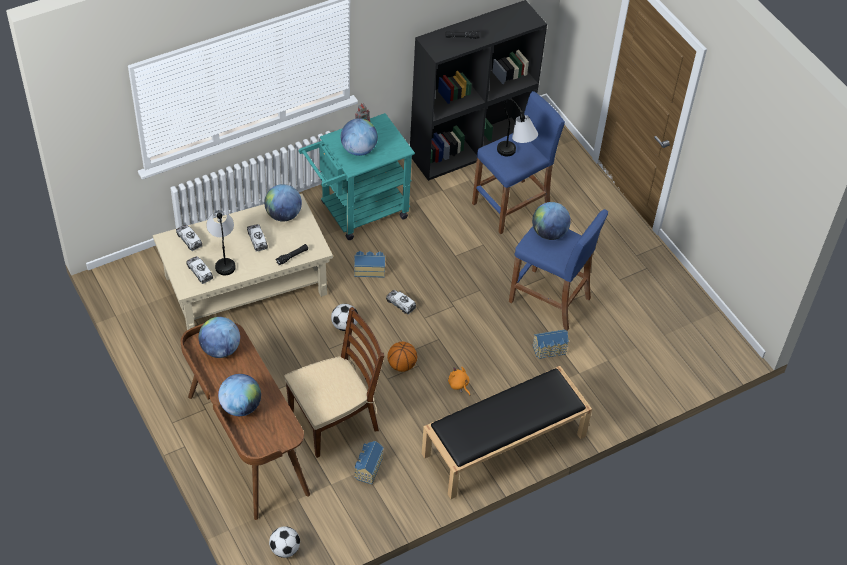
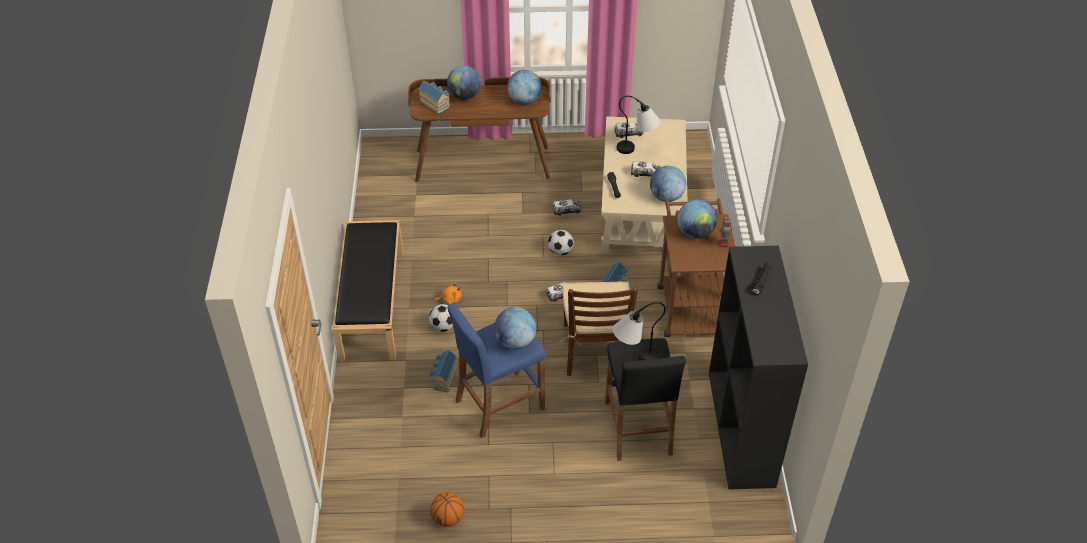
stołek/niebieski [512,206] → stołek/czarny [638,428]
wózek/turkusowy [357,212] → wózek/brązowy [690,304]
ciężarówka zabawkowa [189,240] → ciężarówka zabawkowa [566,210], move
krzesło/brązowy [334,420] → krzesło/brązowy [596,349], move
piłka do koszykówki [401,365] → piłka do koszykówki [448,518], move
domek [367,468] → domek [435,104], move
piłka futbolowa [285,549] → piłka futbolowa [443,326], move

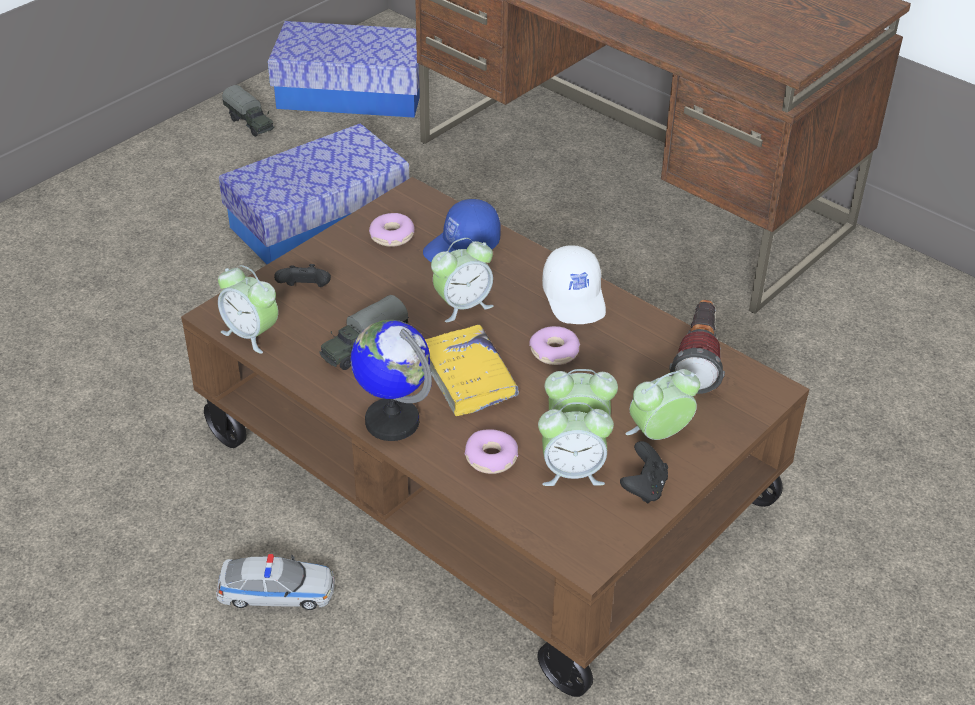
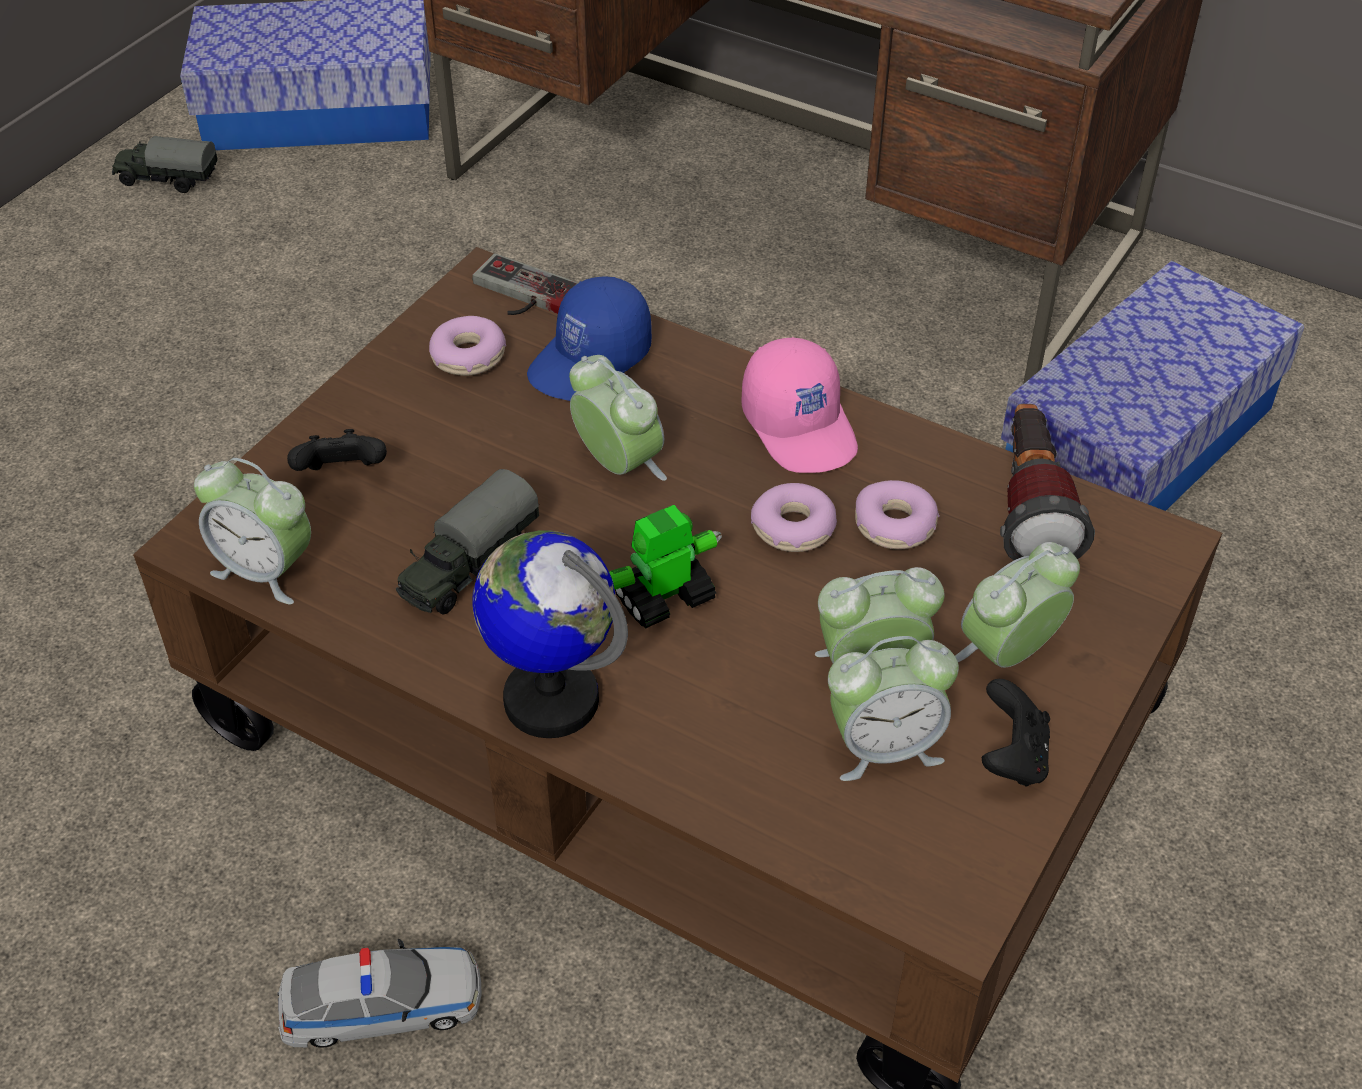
ciężarówka zabawkowa [250,123] → ciężarówka zabawkowa [167,180], 150 degrees clockwise
pojemnik do przechowywania [318,220] → pojemnik do przechowywania [1138,441], move
budzik [462,305] → budzik [618,465], 90 degrees counterclockwise
czapka z daszkiem/biały [575,298] → czapka z daszkiem/różowy [801,426]
książka/żółty [468,378] → robot zabawkowy [662,597]
donut [491,458] → donut [895,526], move
- → pad do gier [520,294]

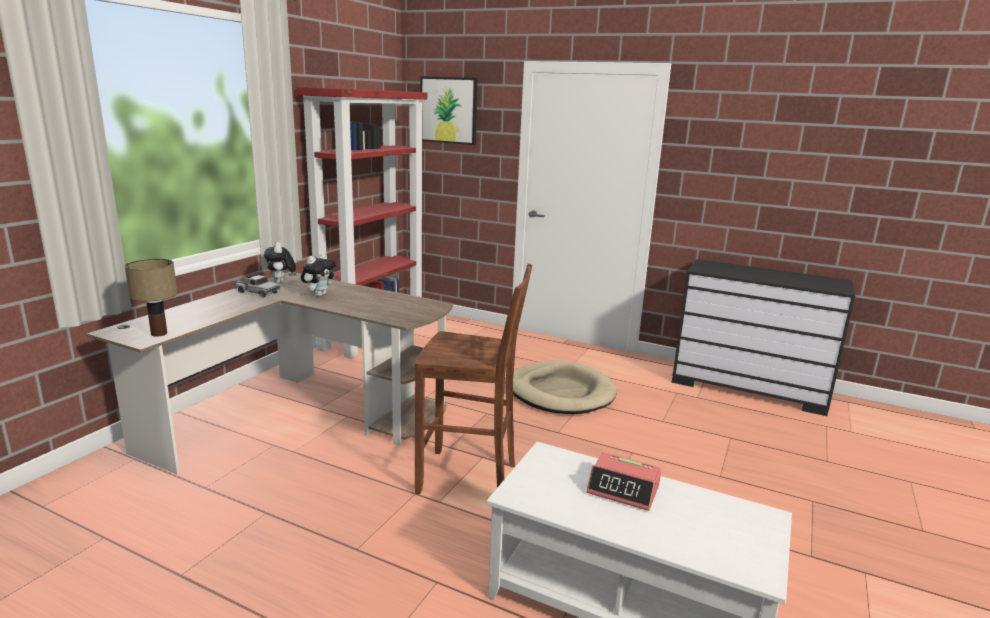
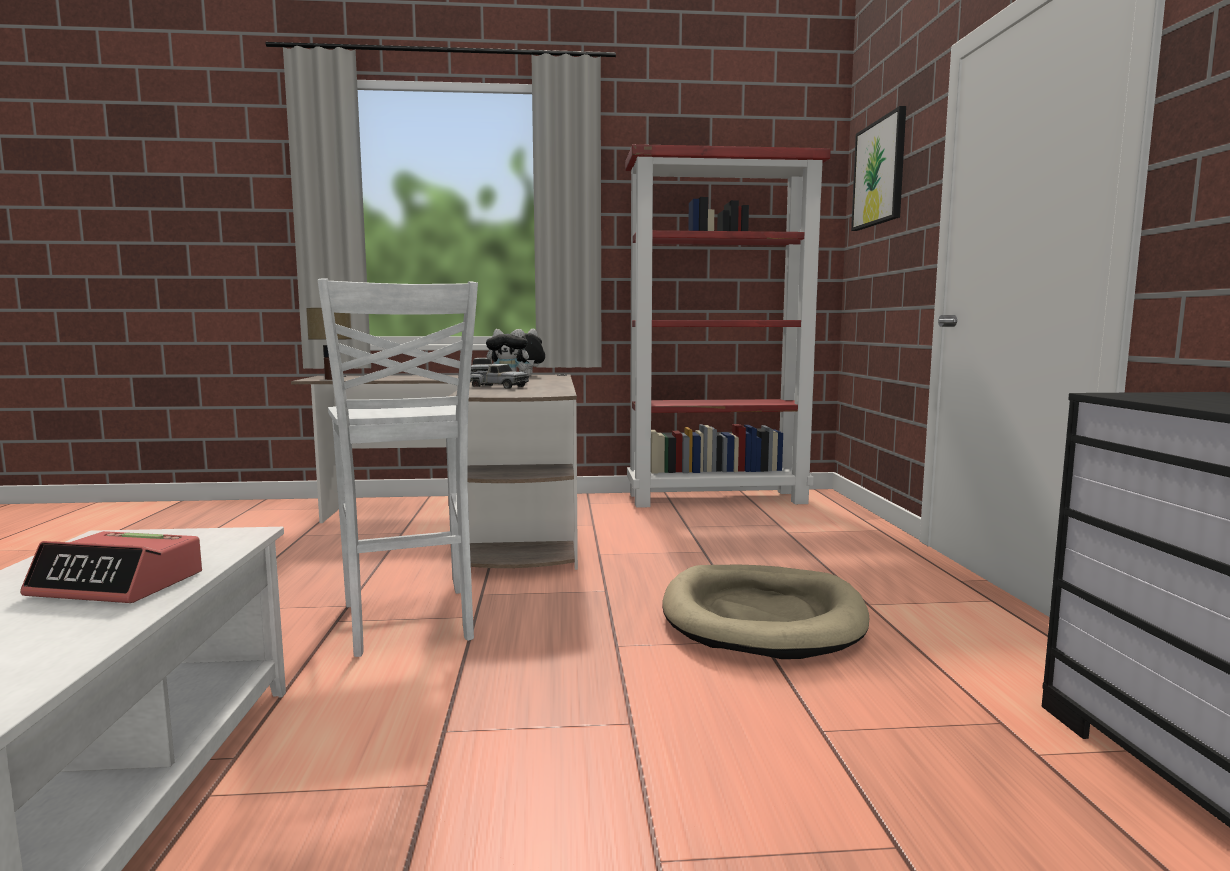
stołek/brązowy [470,478] → stołek/biały [409,623]
budzik [623,489] → budzik [118,584], 75 degrees counterclockwise
- → ciężarówka zabawkowa [496,387]

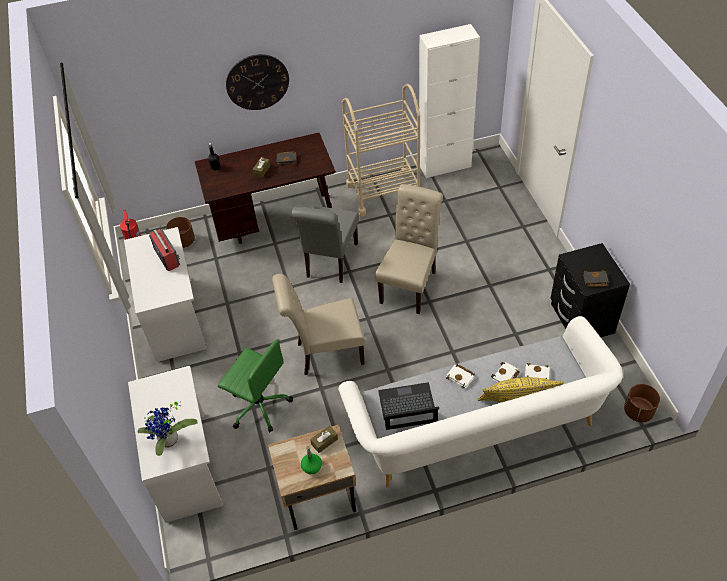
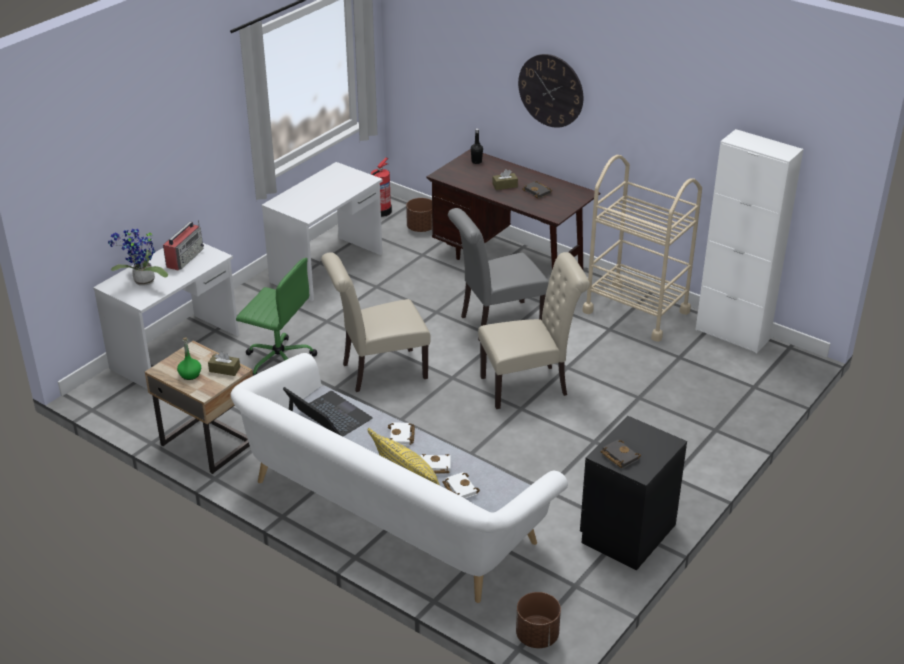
radio [166,256] → radio [185,257], move
krzesło/beżowy [325,354] → krzesło/beżowy [378,371], 60 degrees counterclockwise
krzesło biurowe/zielony [259,405] → krzesło biurowe/zielony [278,361], 60 degrees counterclockwise

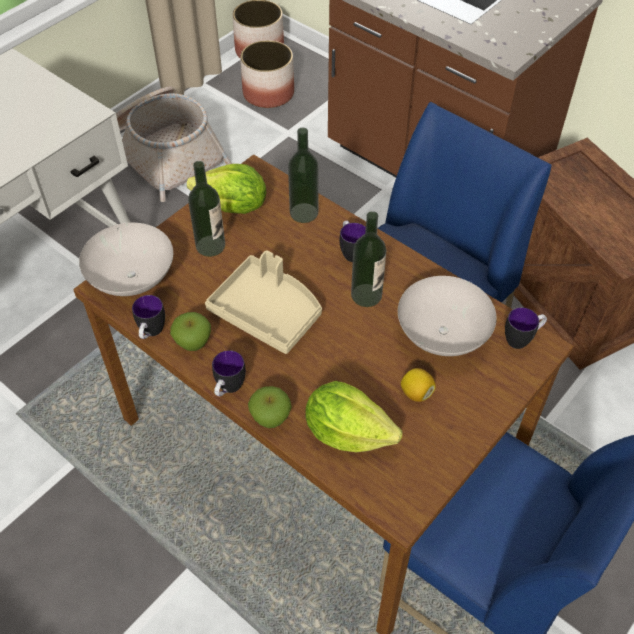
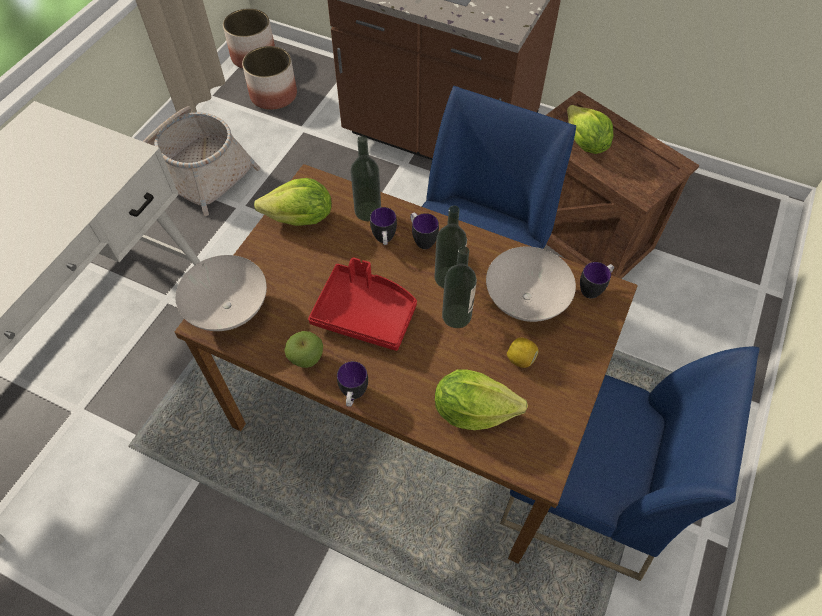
butelka [210,246] → butelka [456,316], move
taca/beżowy [267,312] → taca/czerwony [365,313]
kubek [151,333] → kubek [384,241], move
jabłko [270,418] → -
- → sałata [585,144]

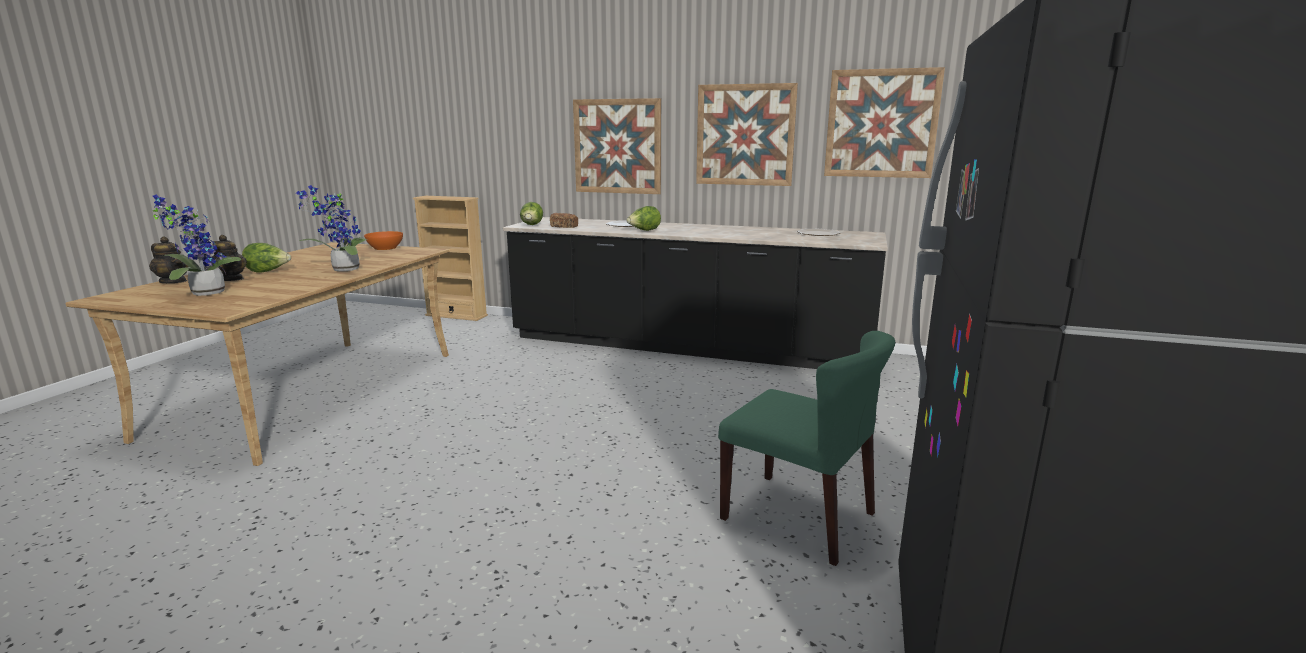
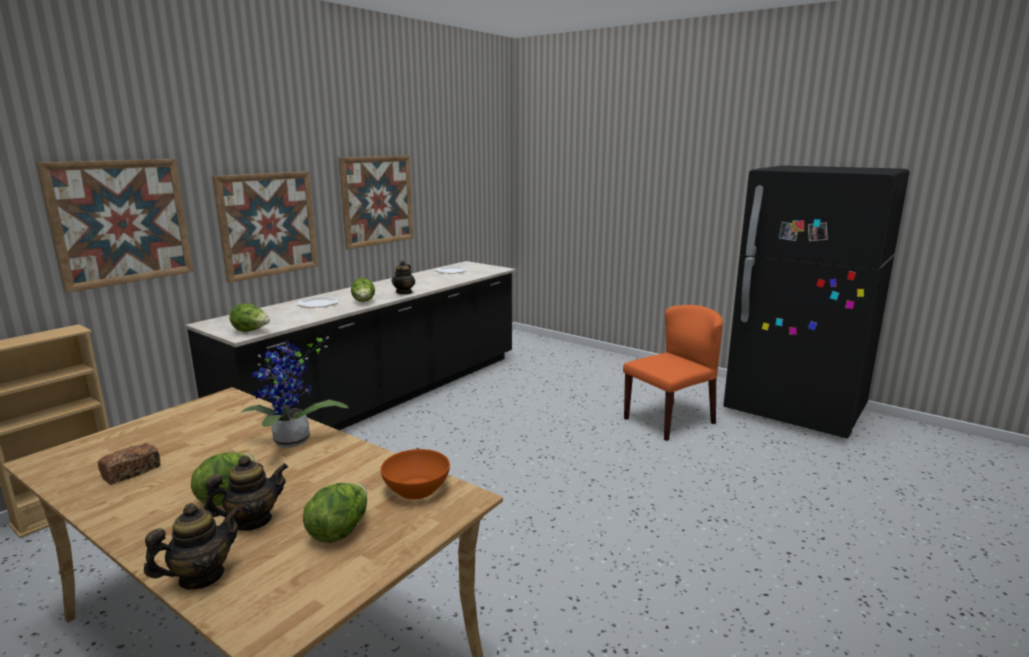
obraz [881,124] → obraz [121,222], move
roślina doniczkowa [204,293] → sałata [340,530]
chleb [564,226] → chleb [131,472], move
miska/pomarańczowy [385,248] → miska/pomarańczowy [417,489], move
krzesło/zielony [799,516] → krzesło/pomarańczowy [669,420]
- → imbryk [404,292]

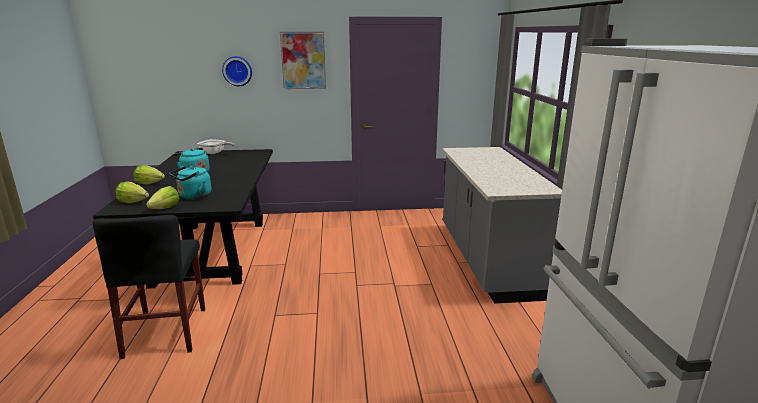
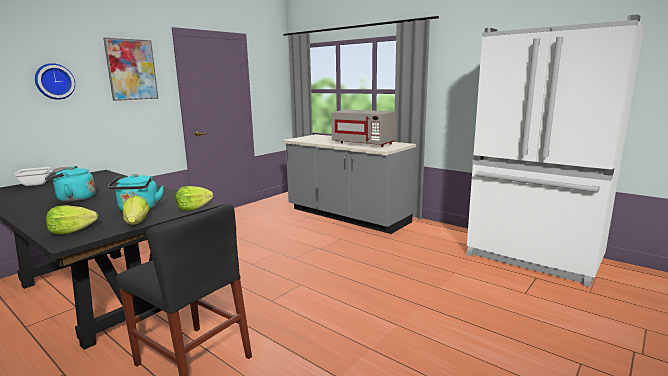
sałata [149,183] → sałata [193,208], move
- → mikrofalówka/szary [363,144]

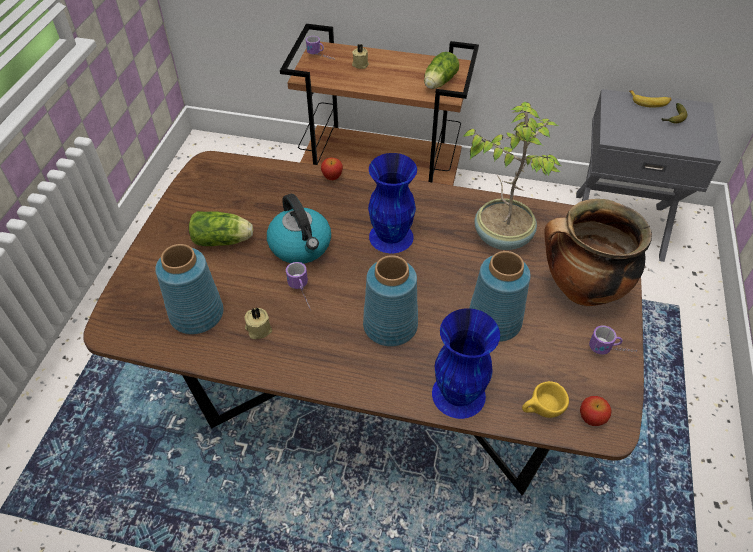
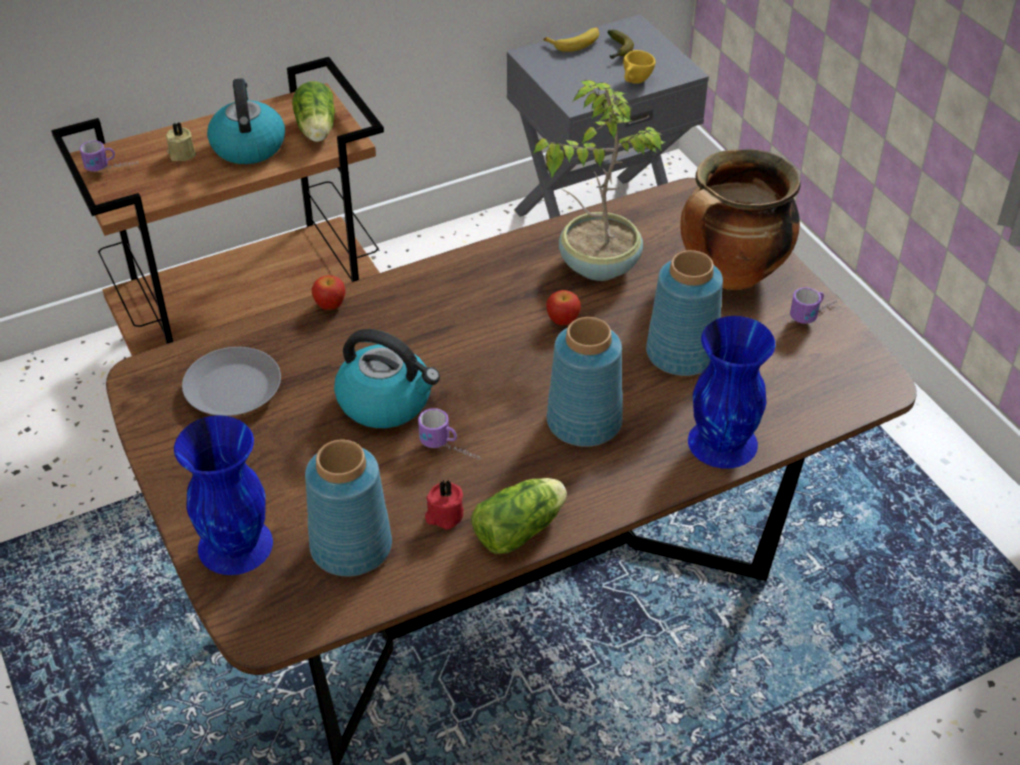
wazon/niebieski [392,236] → wazon/niebieski [236,544], move
sałata [224,240] → sałata [522,529], move
świeca/beżowy [258,329] → świeca/czerwony [444,515]
filiżanka/żółty [540,412] → filiżanka/żółty [635,82], move
jabłko [591,418] → jabłko [562,320], move
- → czajnik [248,145]
- → talerz/szary [232,389]

